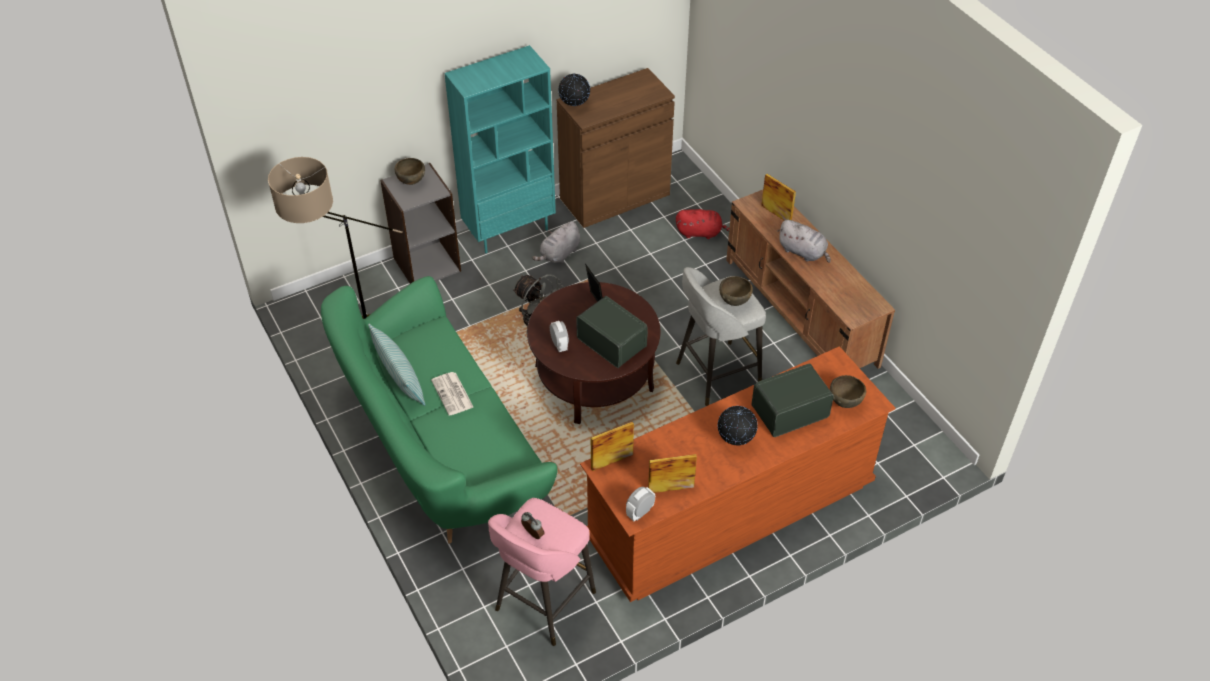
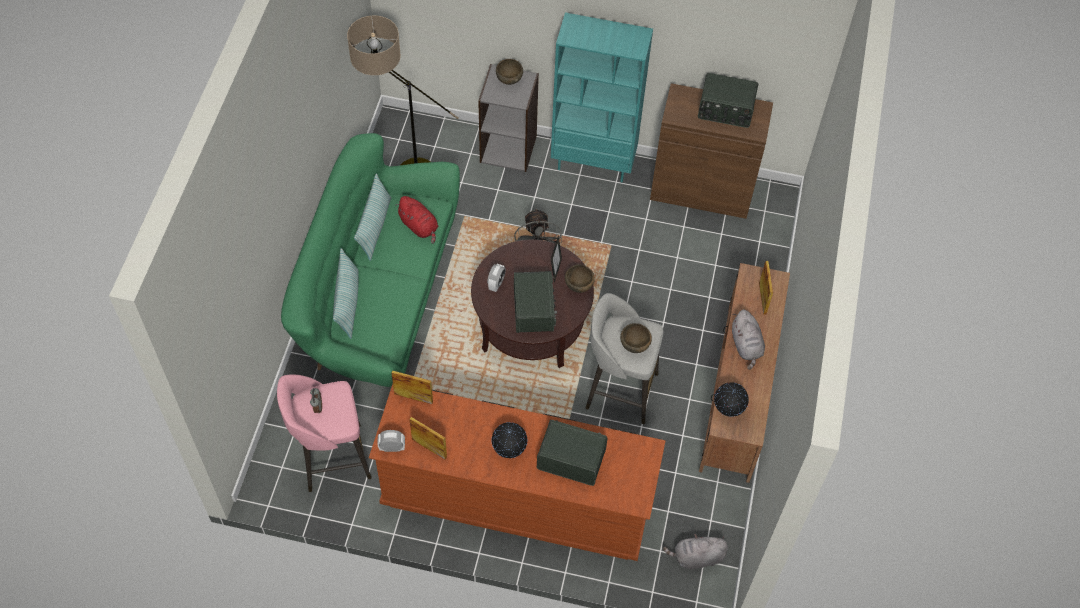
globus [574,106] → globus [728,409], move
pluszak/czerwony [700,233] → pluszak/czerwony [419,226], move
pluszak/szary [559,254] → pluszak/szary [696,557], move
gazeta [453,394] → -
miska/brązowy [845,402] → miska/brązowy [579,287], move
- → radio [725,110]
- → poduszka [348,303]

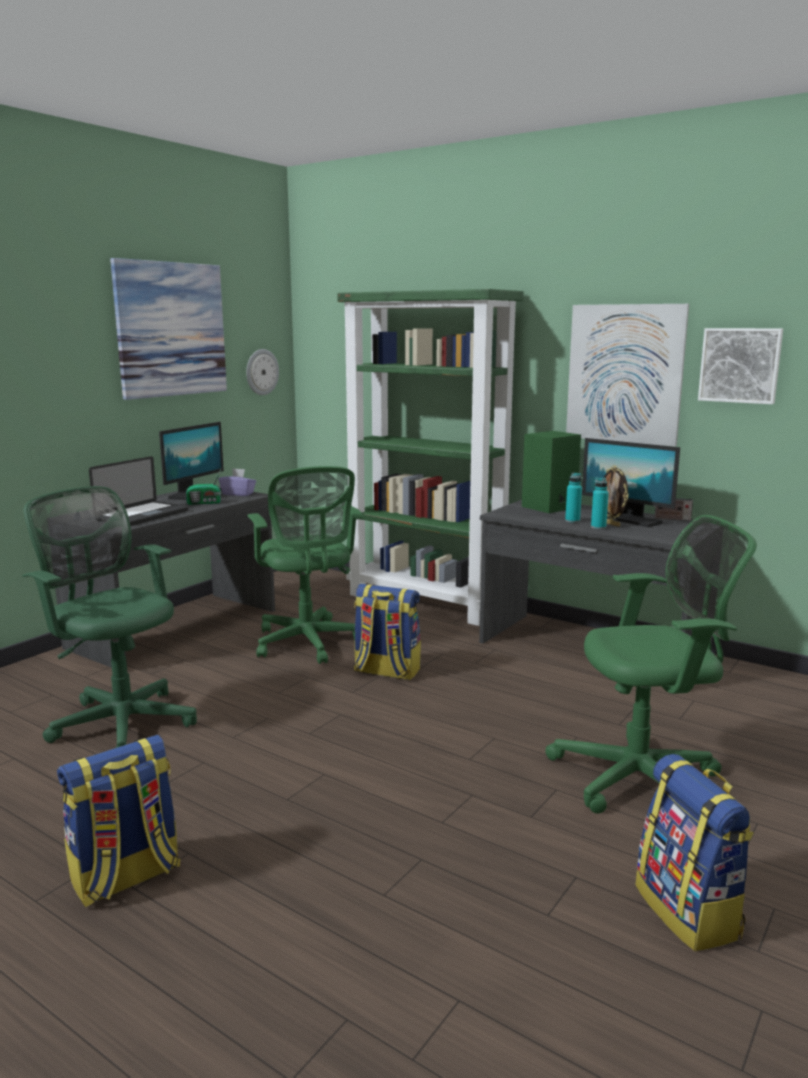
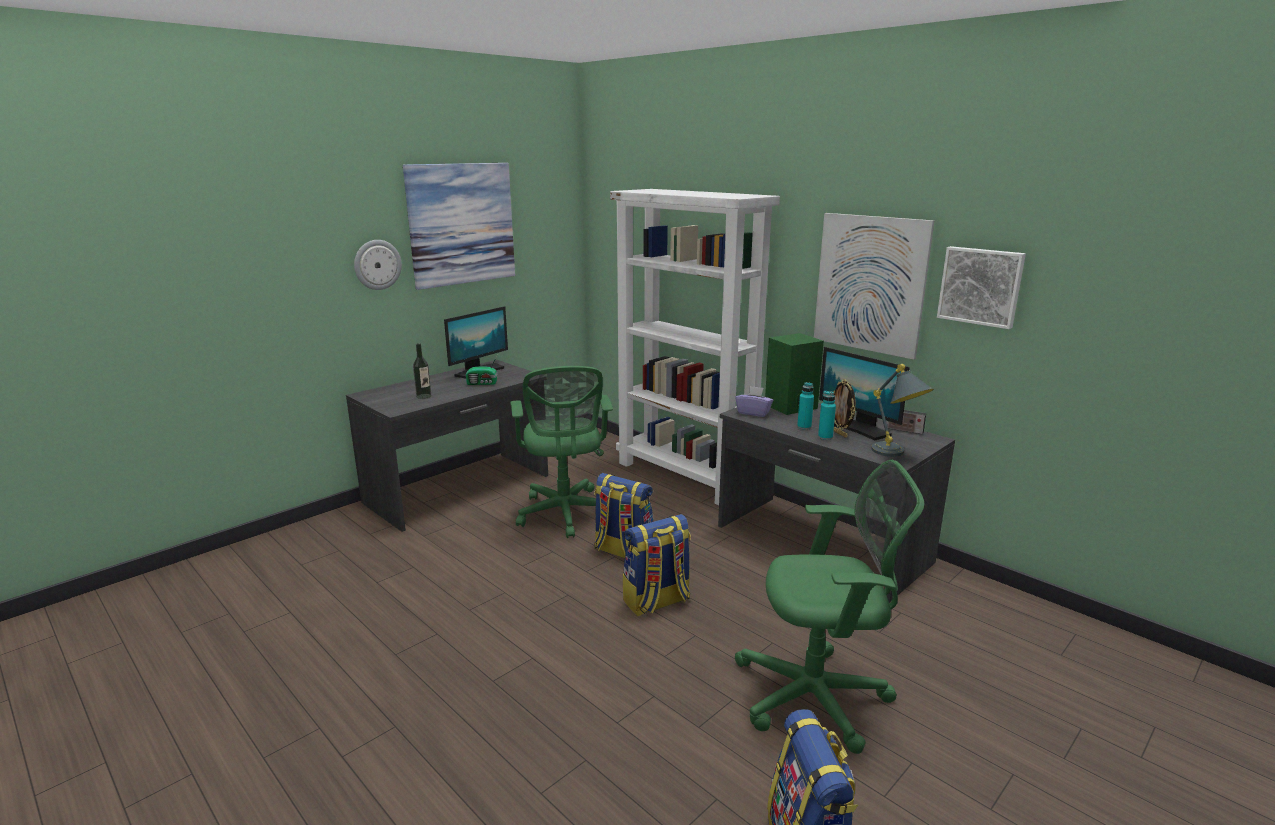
regał/zielony [427,602] → regał/biały [685,477]
zegar ścienny [261,372] → zegar ścienny [377,264], move
laptop [142,515] → butelka [423,396]
pudełko chusteczek/fioletowy [238,494] → pudełko chusteczek/fioletowy [753,412], move
krzesło biurowe/zielony [120,722] → -
plecak [126,877] → plecak [656,602], move
- → lampa stołowa/szary [896,454]

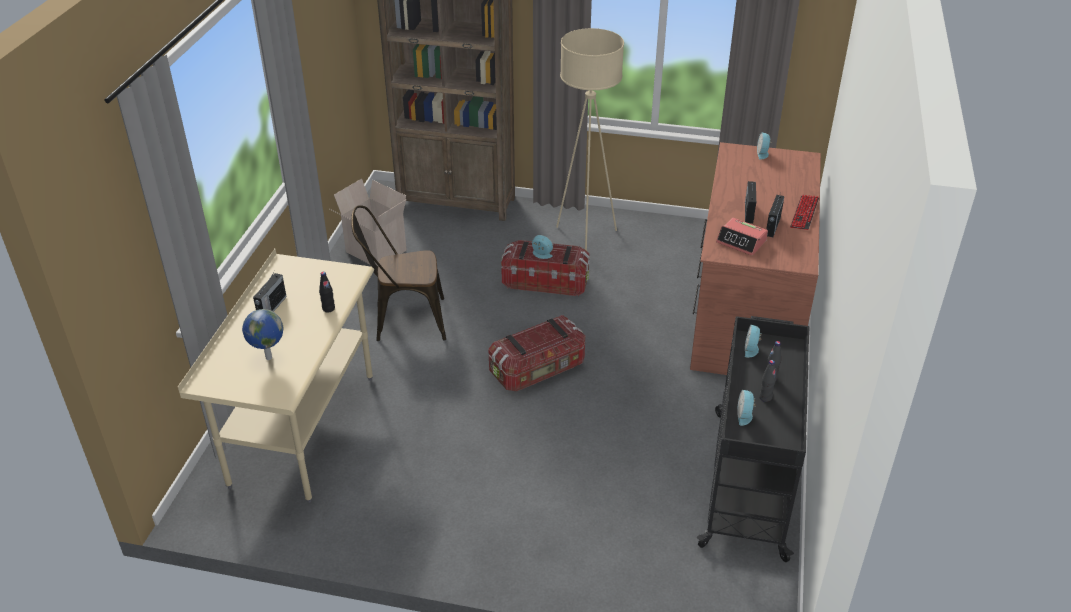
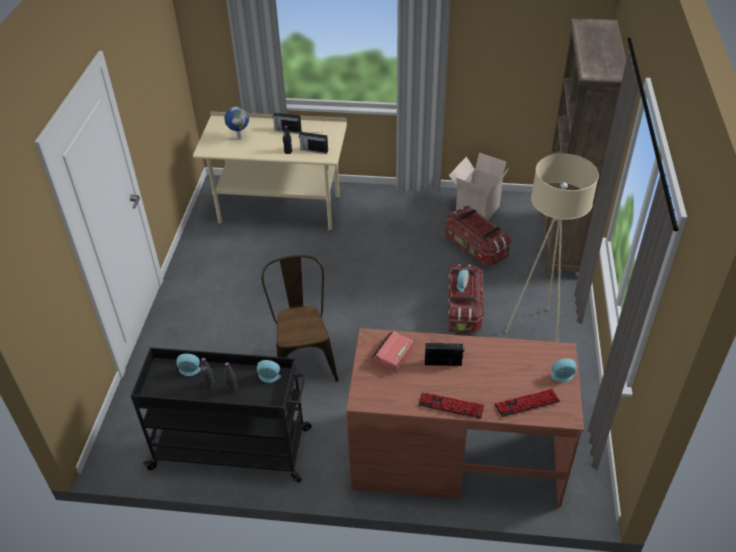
radio [772,227] → radio [313,150], move
krzesło/brązowy [403,321] → krzesło/brązowy [303,359], move
pojemnik do przechowywania [538,370] → pojemnik do przechowywania [475,248], move
- → klawiatura [527,403]

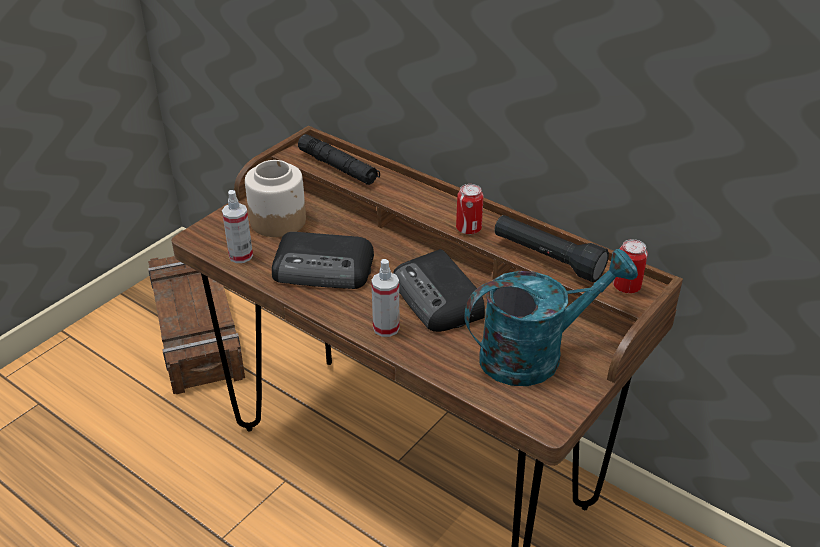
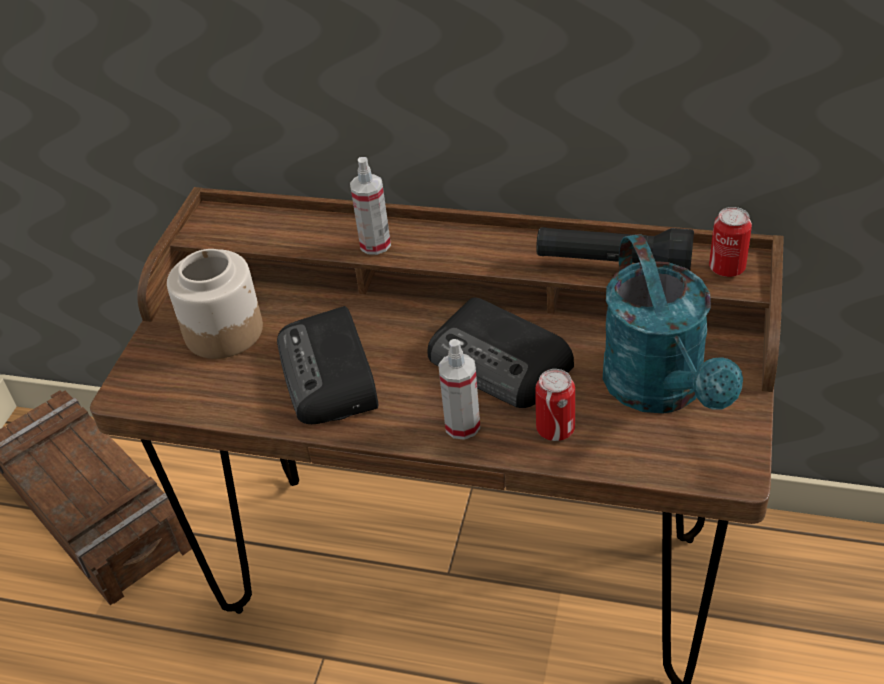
latarka/czarny [338,167] → -
puszka [468,228] → puszka [555,429], move
spryskiwacz [241,256] → spryskiwacz [375,244], move
radio [324,269] → radio [330,375], 90 degrees clockwise
konewka/turkusowy [534,354] → konewka/turkusowy [661,391], 120 degrees clockwise

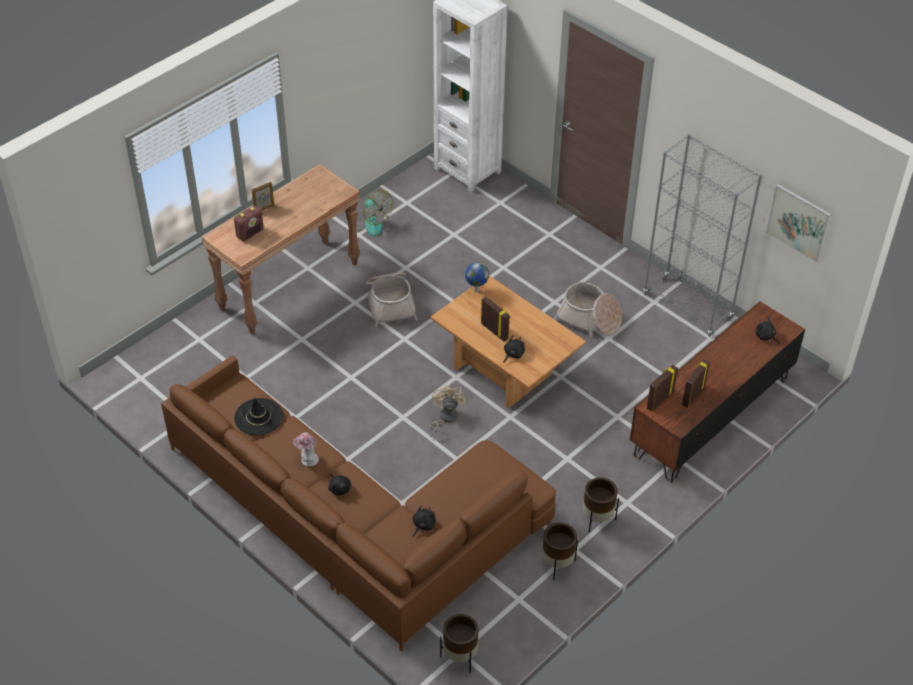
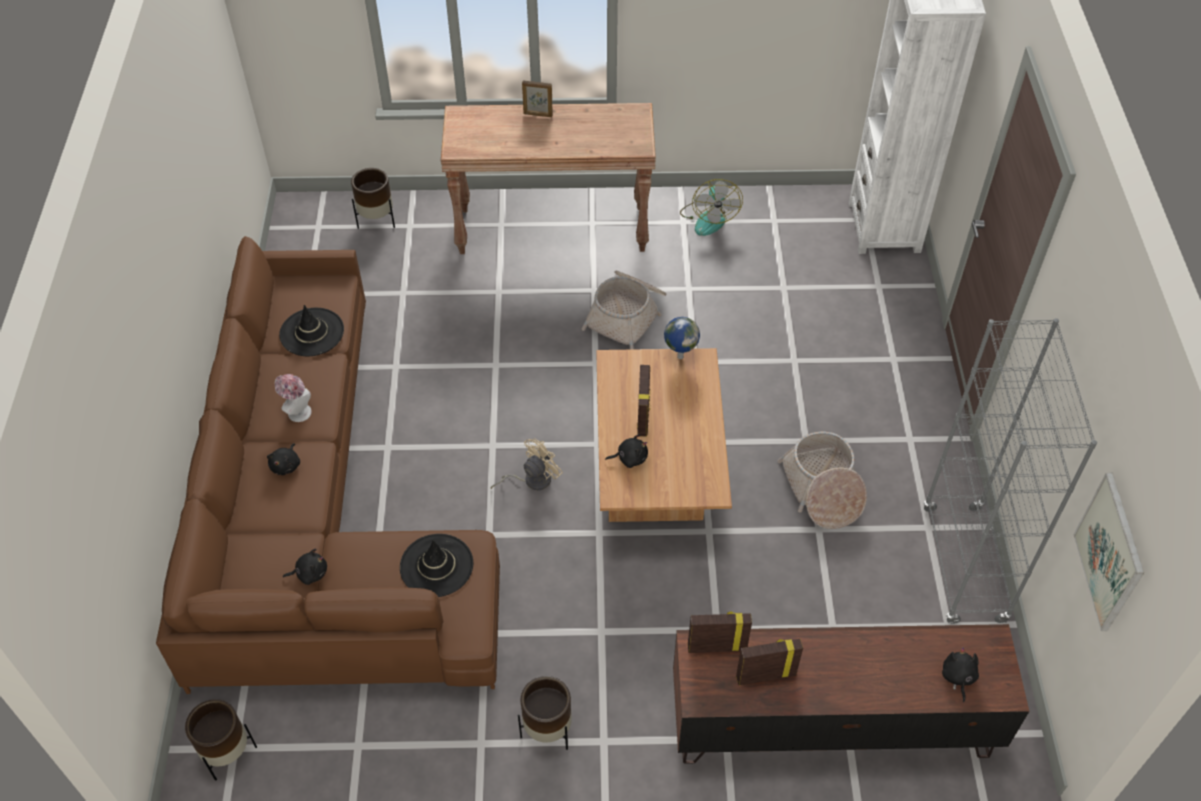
radio [250,233] → -
donica/brązowy [557,565] → donica/brązowy [377,221], move
- → kapelusz/czarny [436,566]

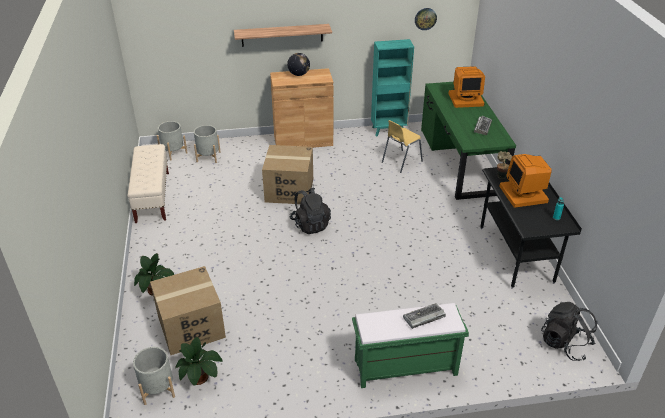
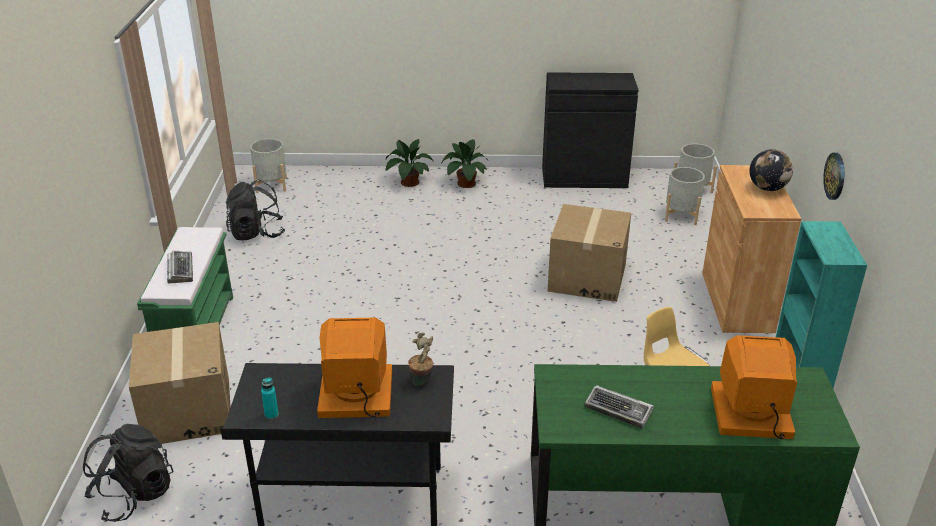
zegar ścienny [425,18] → zegar ścienny [835,176], move
półka [282,35] → -
monitor [465,99] → monitor [750,413], 90 degrees clockwise
ławka/beżowy [152,197] → szafka/czarny [584,178]
plecak/czarny [310,224] → plecak/czarny [257,233], move
karton [191,327] → karton [187,411], move
roślina doniczkowa [200,378] → roślina doniczkowa [465,184], move

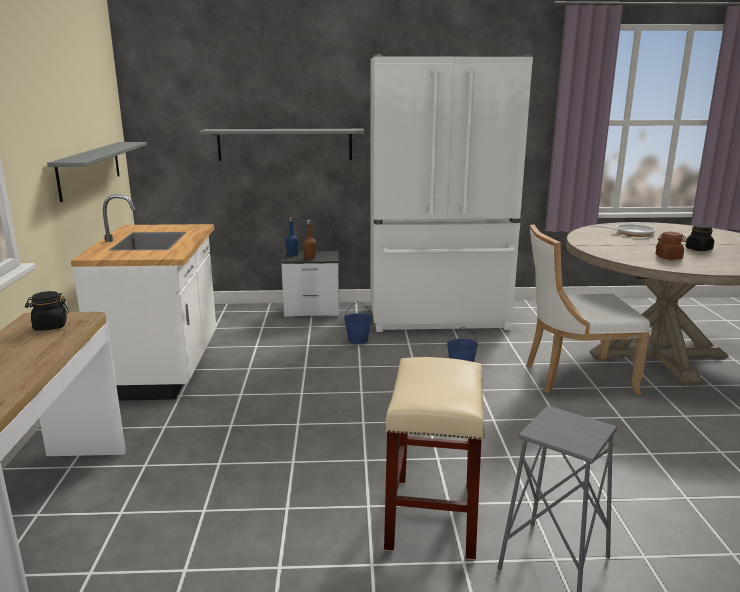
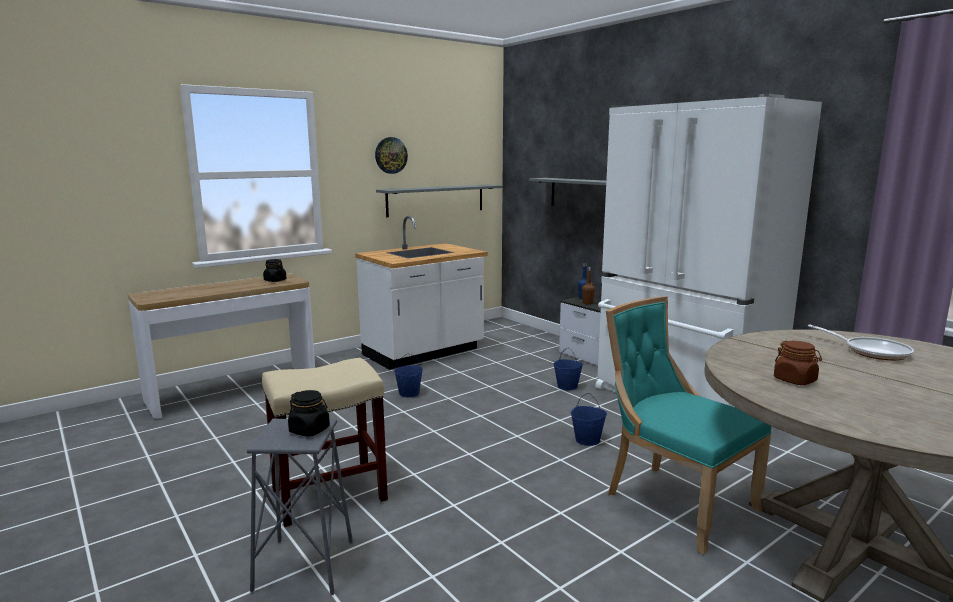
krzesło/biały [574,377] → krzesło/turkusowy [674,501]
słoik/czarny [698,249] → słoik/czarny [310,430], move
- → zegar ścienny [390,155]
- → wiadro/niebieski [409,393]

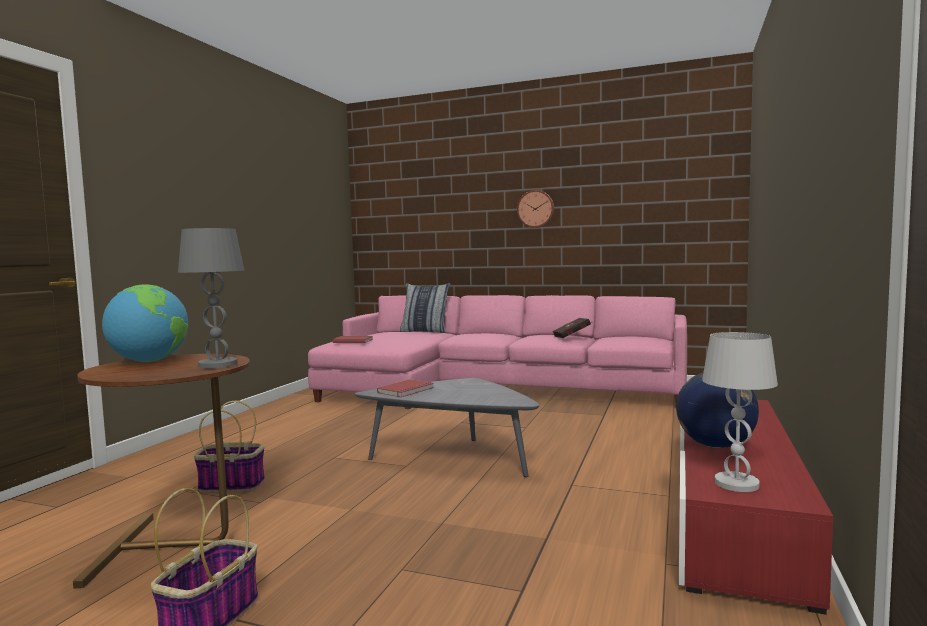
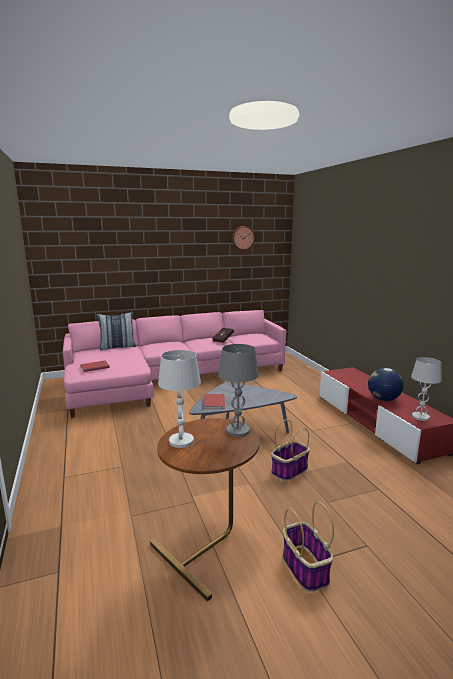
zegar ścienny [536,209] → zegar ścienny [242,238], move
globus [149,361] → lampa stołowa/biały [181,441]
koszyk [230,485] → koszyk [289,471], move

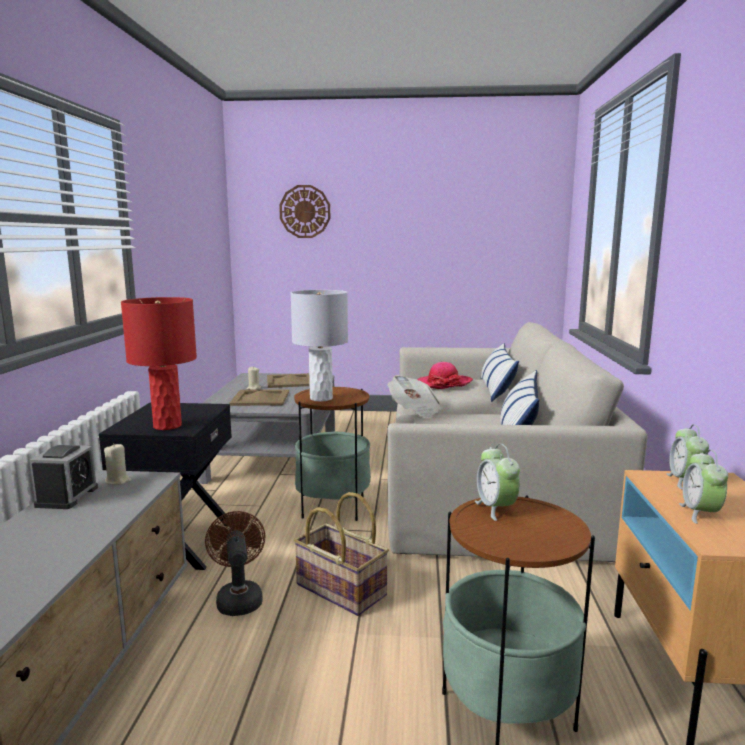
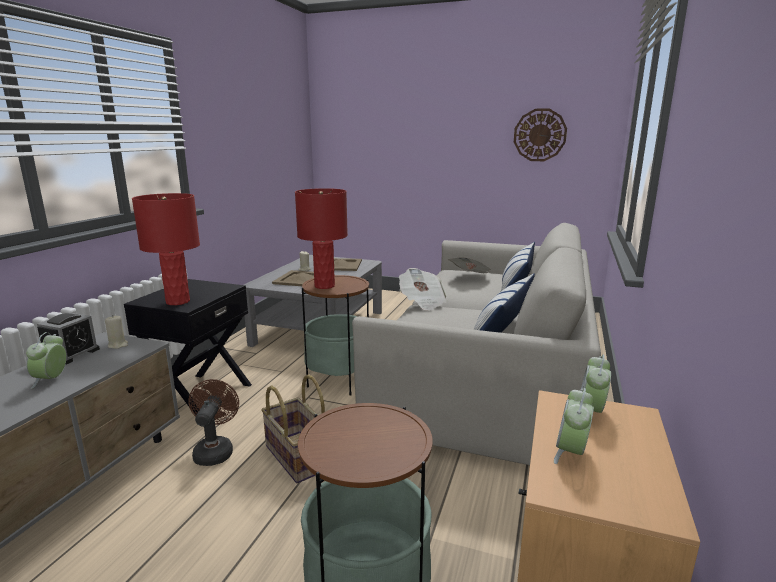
zegar ścienny [305,211] → zegar ścienny [539,135], move
lampa stołowa/szary [321,398] → lampa stołowa/czerwony [325,286]
kapelusz [444,384] → gazeta [470,277]
budzik [496,509] → budzik [51,380], move

